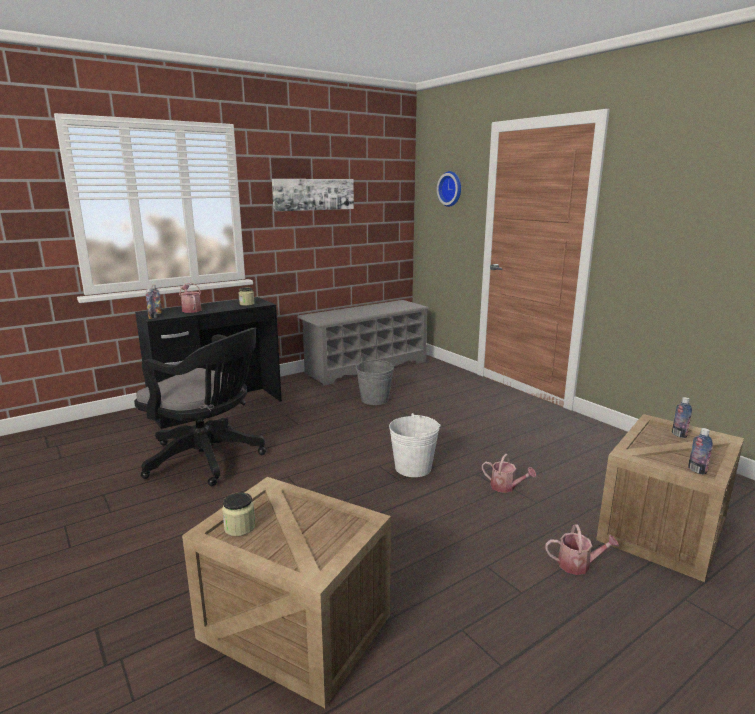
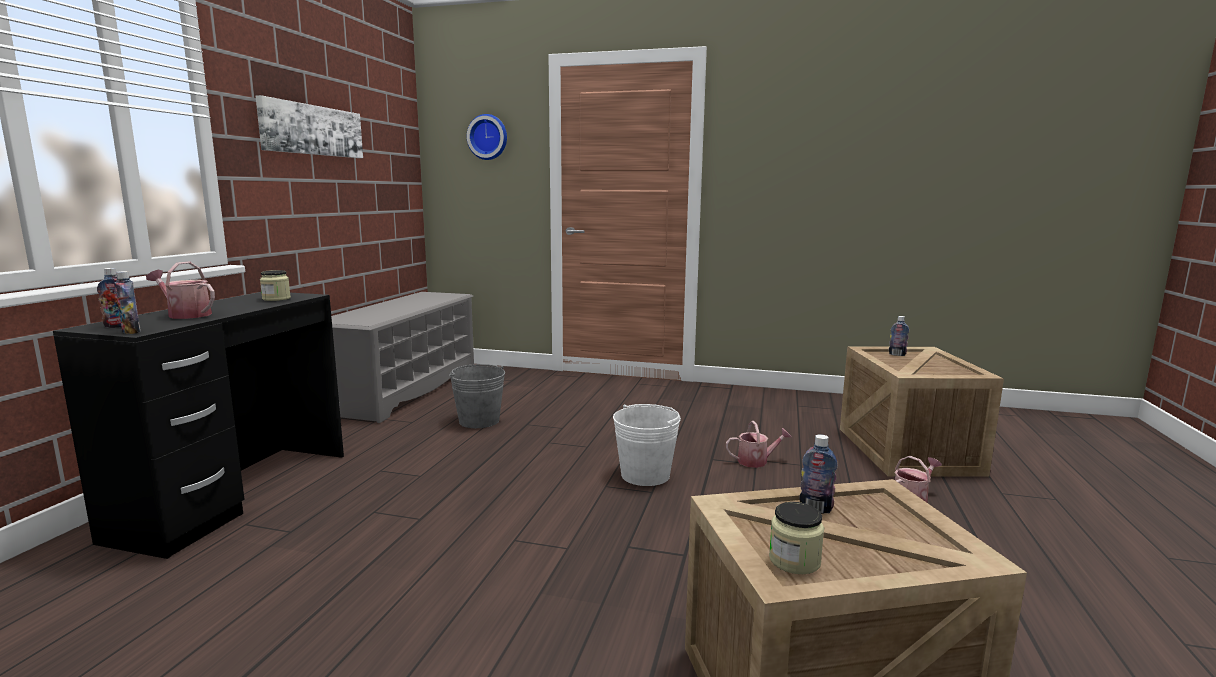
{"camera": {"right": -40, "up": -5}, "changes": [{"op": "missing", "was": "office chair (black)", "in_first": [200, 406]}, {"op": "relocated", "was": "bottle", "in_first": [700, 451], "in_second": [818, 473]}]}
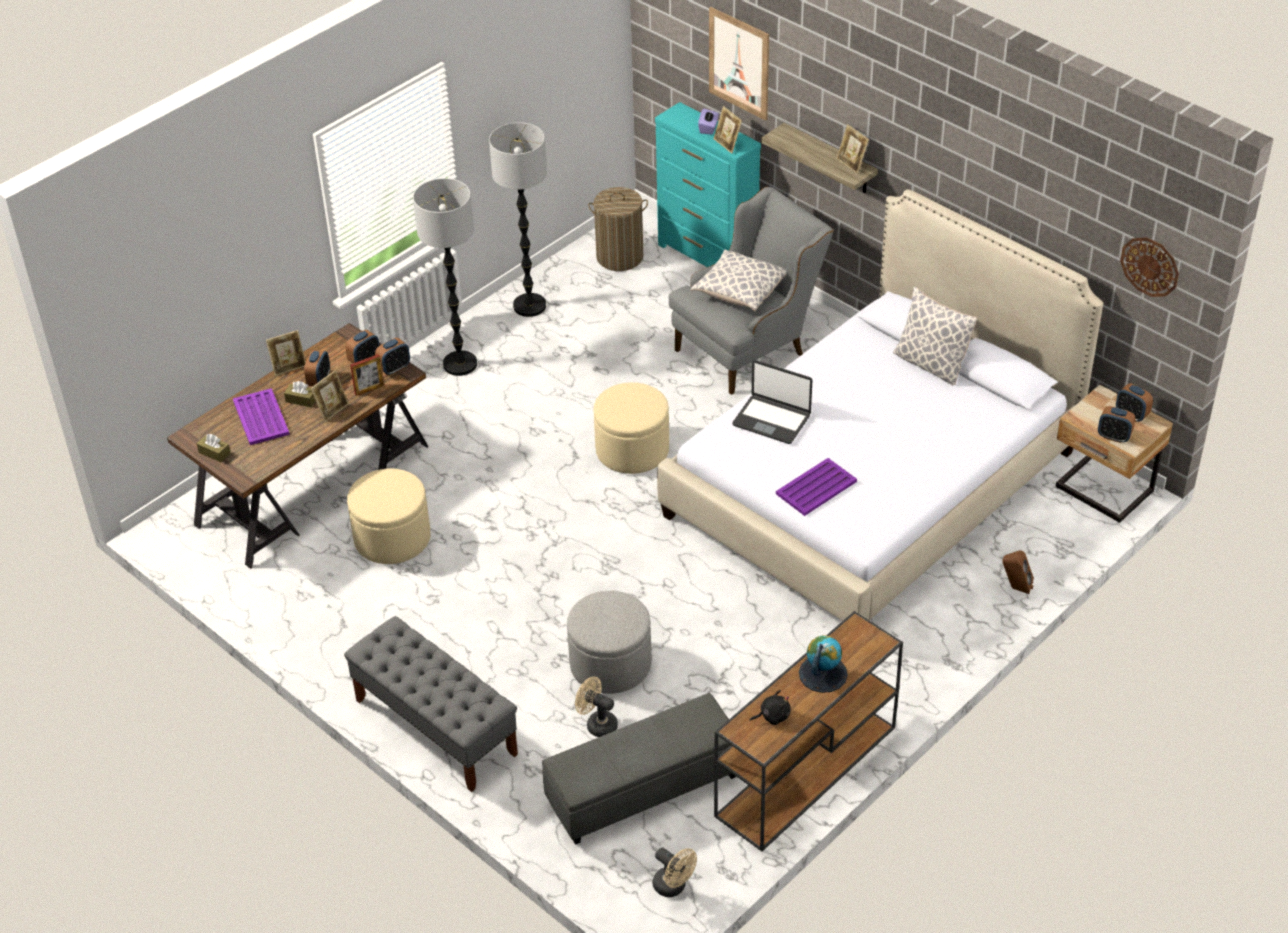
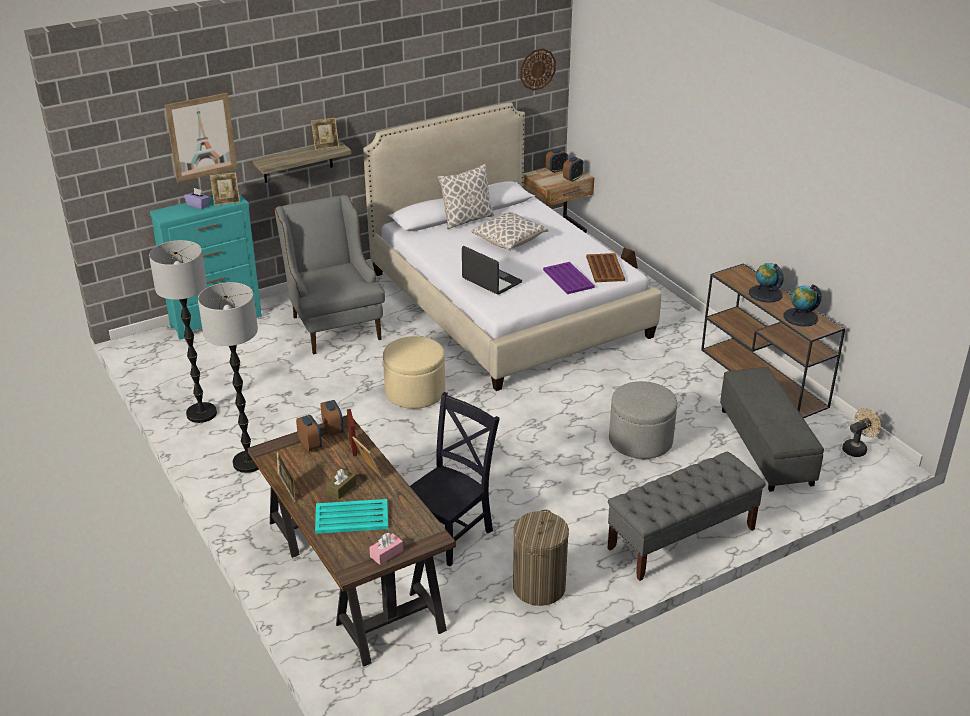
{"camera": {"right": -75, "up": -10}, "changes": [{"op": "missing", "was": "alarm clock", "in_first": [317, 368]}, {"op": "missing", "was": "fan (beige)", "in_first": [596, 706]}, {"op": "appeared", "now": "tray (brown)", "in_second": [605, 267]}, {"op": "relocated", "was": "laundry basket", "in_first": [618, 229], "in_second": [541, 557]}, {"op": "relocated", "was": "pillow", "in_first": [738, 280], "in_second": [509, 231]}, {"op": "exchanged", "was": "ottoman (beige)", "now": "chair (black)", "in_first": [389, 516], "in_second": [455, 479]}, {"op": "exchanged", "was": "plush toy (black)", "now": "globe", "in_first": [770, 707], "in_second": [802, 305]}, {"op": "colour", "was": "tissue box (brown)", "now": "tissue box (pink)", "in_first": [214, 448], "in_second": [386, 549]}, {"op": "colour", "was": "tray (purple)", "now": "tray (turquoise)", "in_first": [261, 416], "in_second": [351, 516]}, {"op": "spun", "was": "laptop", "in_first": [772, 402], "in_second": [492, 270], "clockwise": -90}]}
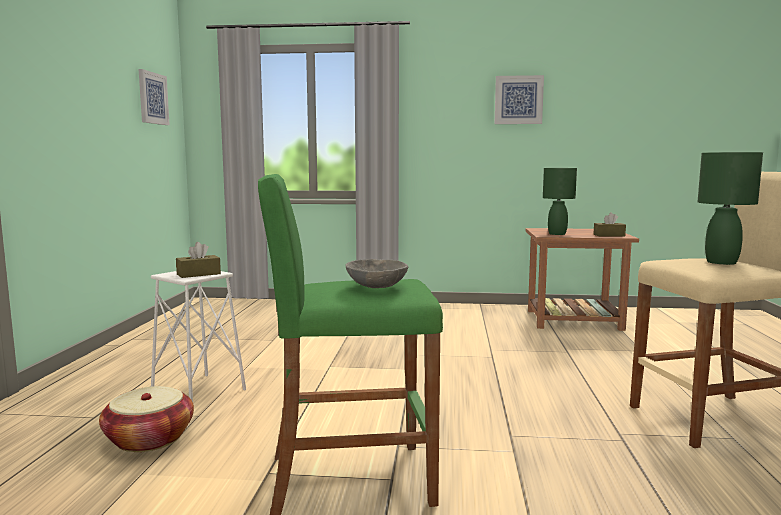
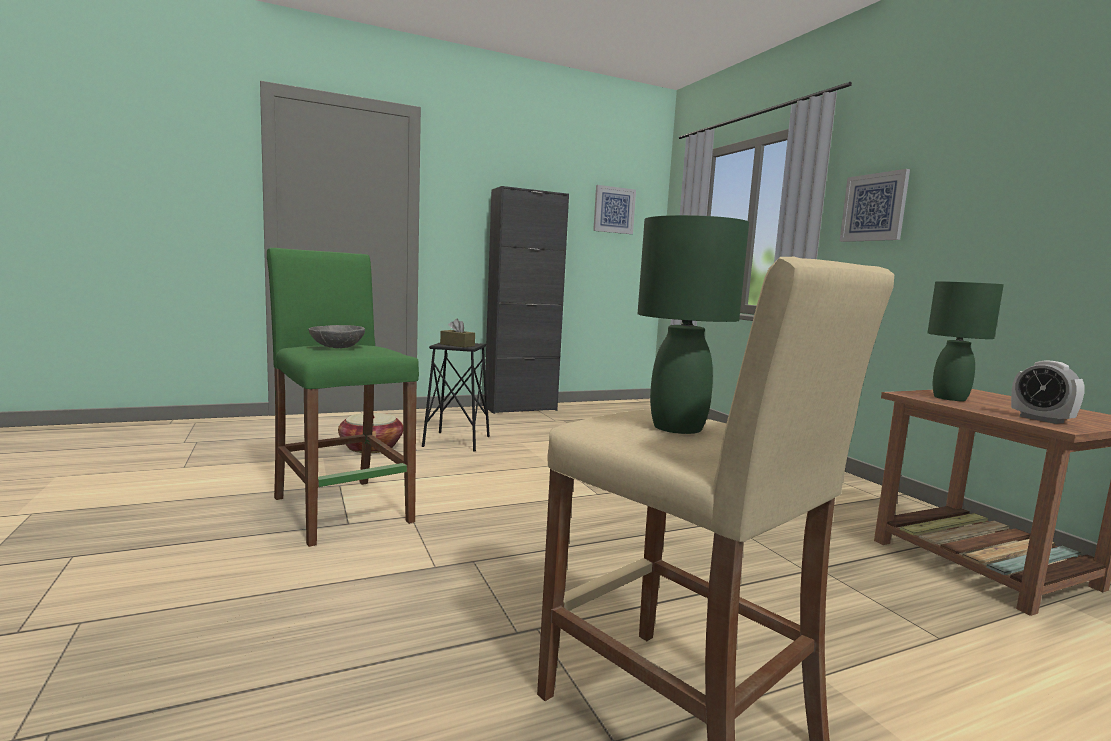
{"camera": {"right": 60, "up": 0}, "changes": [{"op": "appeared", "now": "cabinet (black)", "in_second": [526, 300]}, {"op": "relocated", "was": "picture", "in_first": [519, 99], "in_second": [874, 205]}, {"op": "exchanged", "was": "tissue box (brown)", "now": "alarm clock", "in_first": [610, 224], "in_second": [1048, 392]}, {"op": "colour", "was": "stool (white)", "now": "stool (black)", "in_first": [198, 336], "in_second": [456, 397]}]}
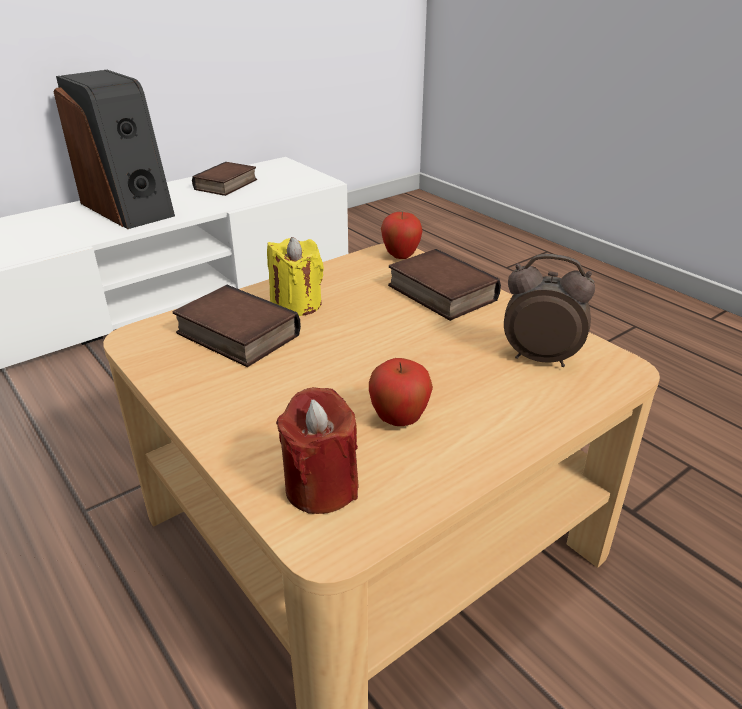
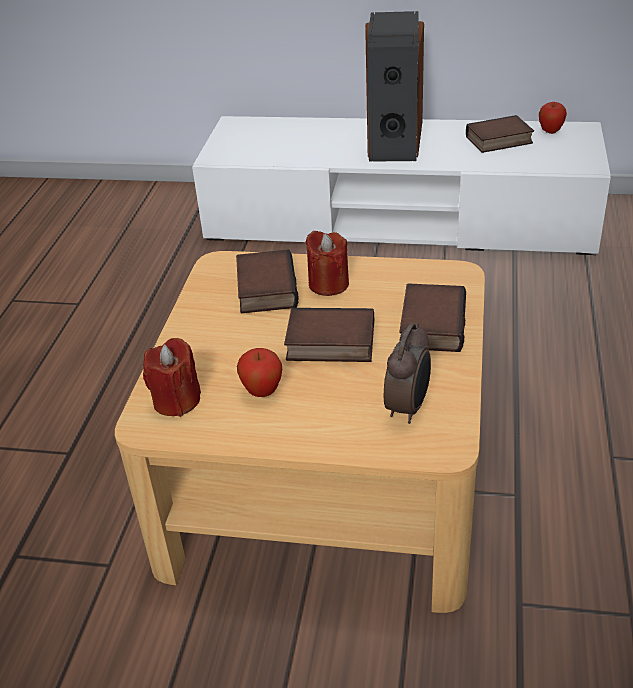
{"camera": {"right": 50, "up": 5}, "changes": [{"op": "appeared", "now": "book", "in_second": [329, 335]}, {"op": "relocated", "was": "apple", "in_first": [402, 235], "in_second": [553, 118]}, {"op": "colour", "was": "candle (yellow)", "now": "candle (red)", "in_first": [295, 276], "in_second": [327, 263]}, {"op": "spun", "was": "alarm clock", "in_first": [549, 310], "in_second": [407, 373], "clockwise": 45}]}
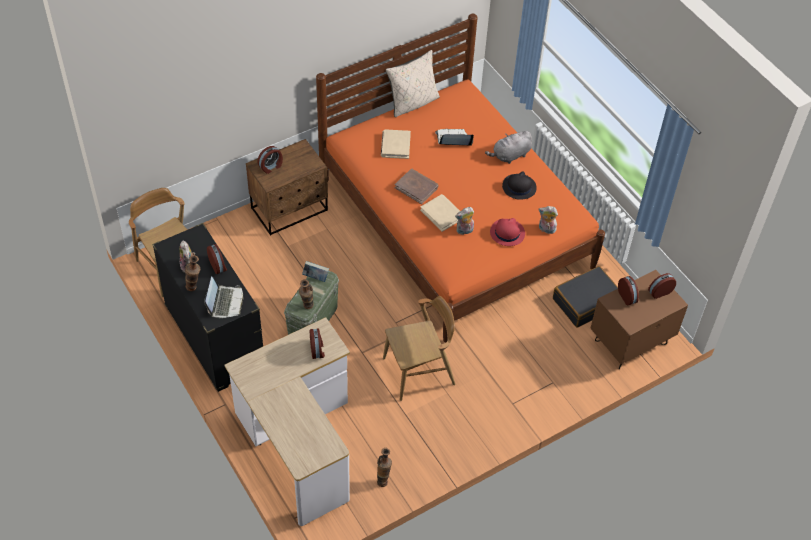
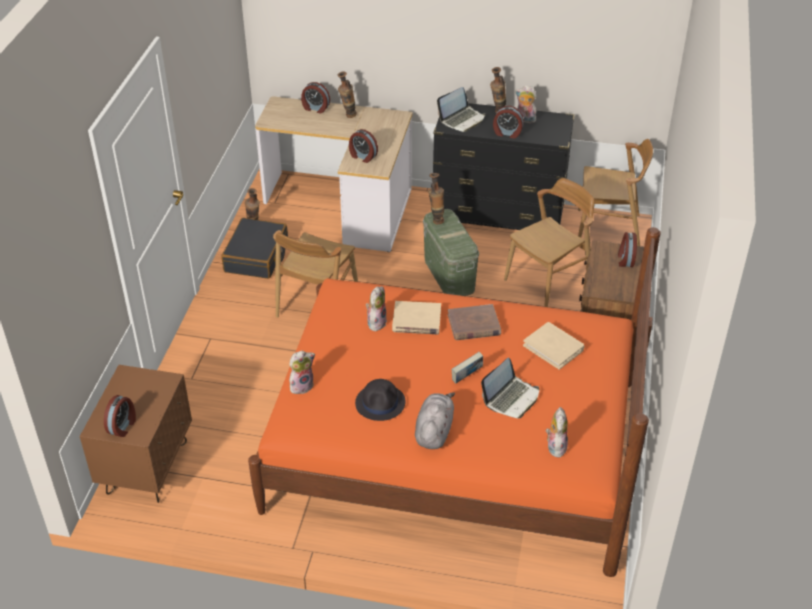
{"camera": {"right": 135, "up": -10}, "changes": [{"op": "missing", "was": "pillow (beige)", "in_first": [413, 83]}, {"op": "missing", "was": "hat (red)", "in_first": [507, 232]}, {"op": "appeared", "now": "vase", "in_second": [347, 94]}, {"op": "appeared", "now": "chair (brown)", "in_second": [549, 242]}, {"op": "appeared", "now": "plush toy", "in_second": [557, 432]}, {"op": "relocated", "was": "book", "in_first": [315, 271], "in_second": [467, 367]}, {"op": "relocated", "was": "suitcase (black)", "in_first": [585, 297], "in_second": [254, 248]}, {"op": "relocated", "was": "alarm clock", "in_first": [628, 290], "in_second": [315, 98]}, {"op": "spun", "was": "laptop", "in_first": [224, 297], "in_second": [461, 109], "clockwise": -90}]}
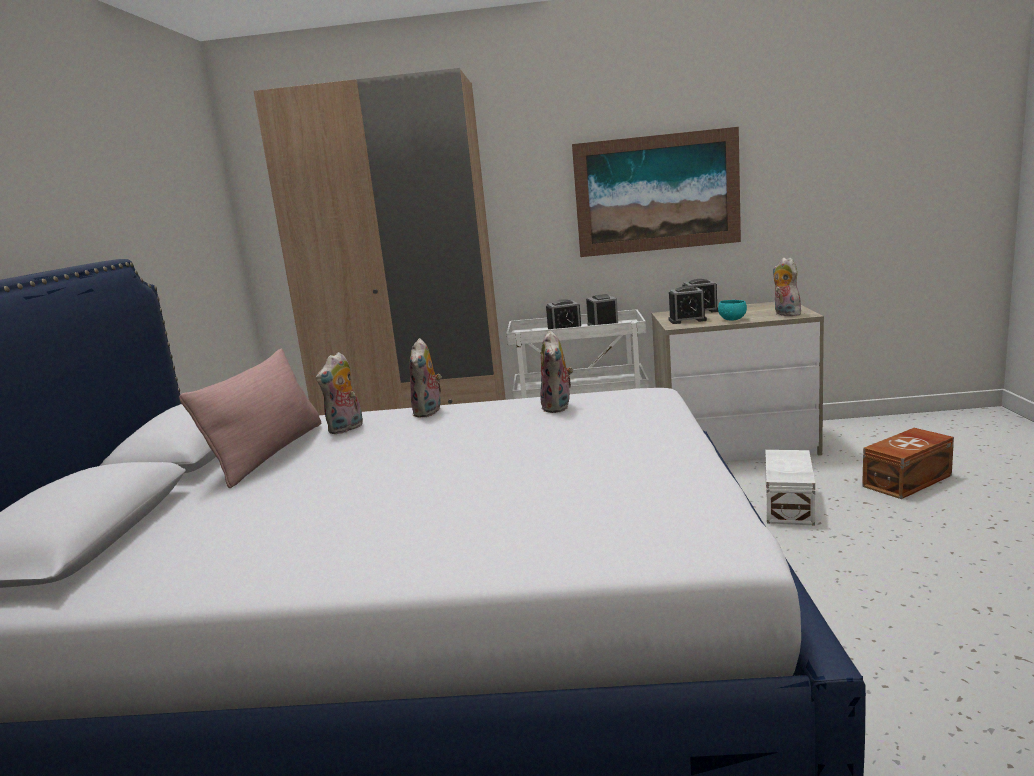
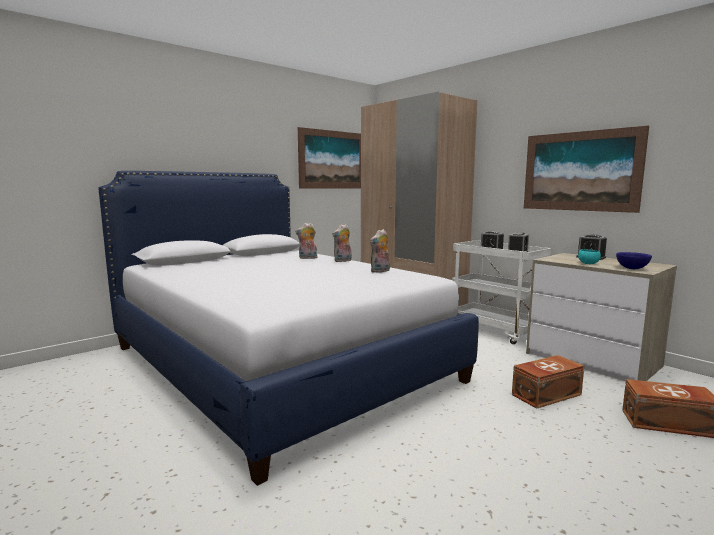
{"camera": {"right": 45, "up": -5}, "changes": [{"op": "missing", "was": "pillow (pink)", "in_first": [250, 418]}, {"op": "missing", "was": "alarm clock", "in_first": [687, 305]}, {"op": "appeared", "now": "picture", "in_second": [329, 158]}, {"op": "exchanged", "was": "plush toy", "now": "bowl (blue)", "in_first": [787, 287], "in_second": [634, 260]}, {"op": "colour", "was": "storage box (white)", "now": "storage box (brown)", "in_first": [790, 487], "in_second": [548, 382]}]}
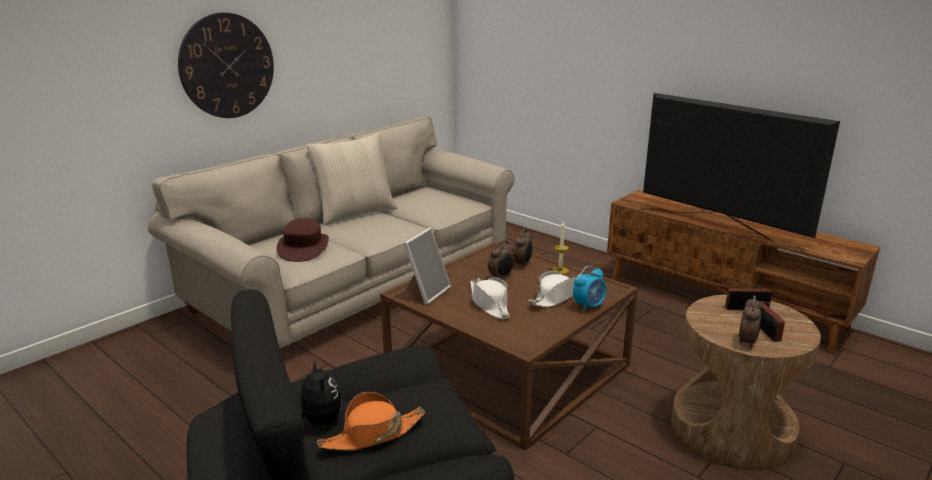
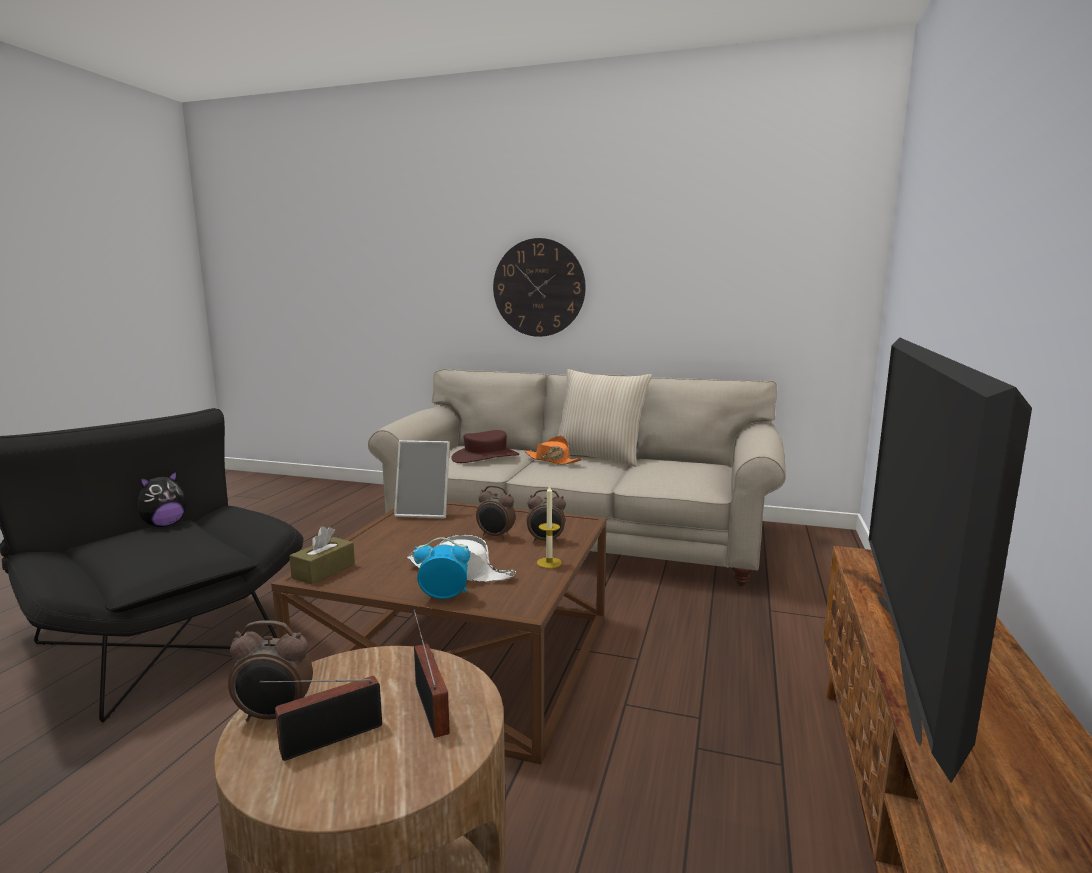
{"camera": {"right": 65, "up": -10}, "changes": [{"op": "missing", "was": "hat (white)", "in_first": [490, 298]}, {"op": "appeared", "now": "tissue box (brown)", "in_second": [322, 555]}, {"op": "relocated", "was": "hat (orange)", "in_first": [371, 421], "in_second": [554, 450]}, {"op": "spun", "was": "alarm clock", "in_first": [589, 289], "in_second": [442, 568], "clockwise": 150}]}
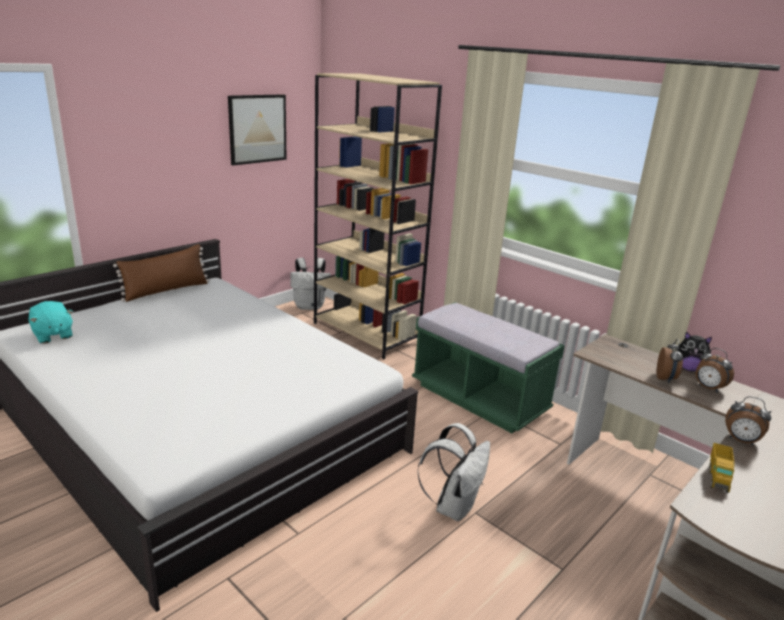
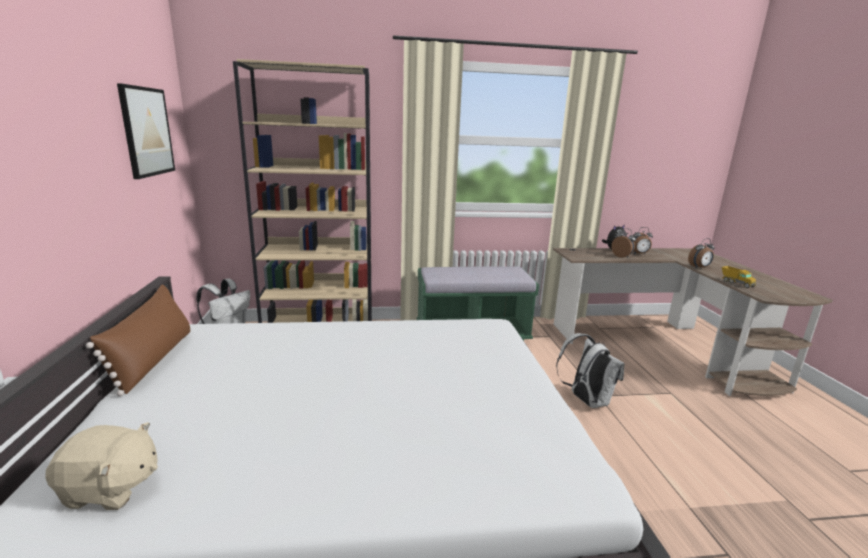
{"camera": {"right": -50, "up": -5}, "changes": [{"op": "colour", "was": "plush toy (turquoise)", "now": "plush toy (beige)", "in_first": [51, 322], "in_second": [101, 466]}]}
